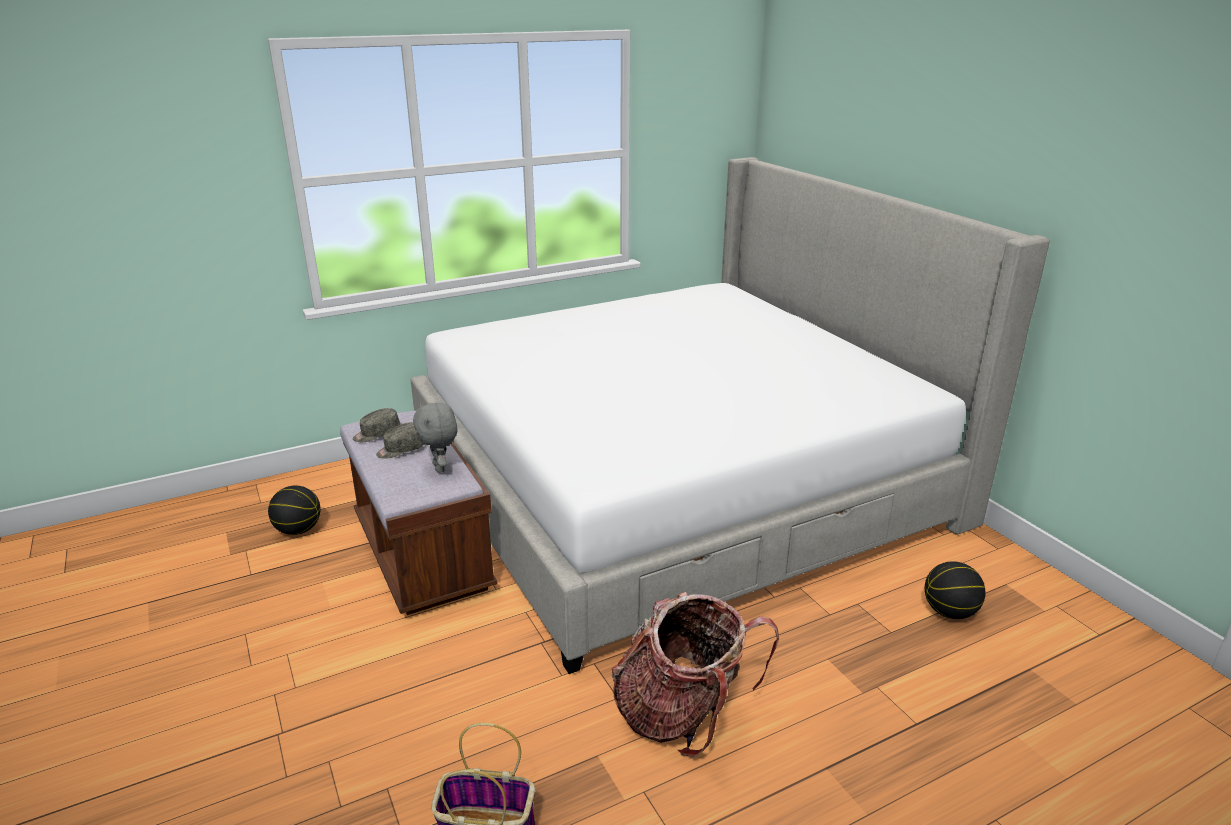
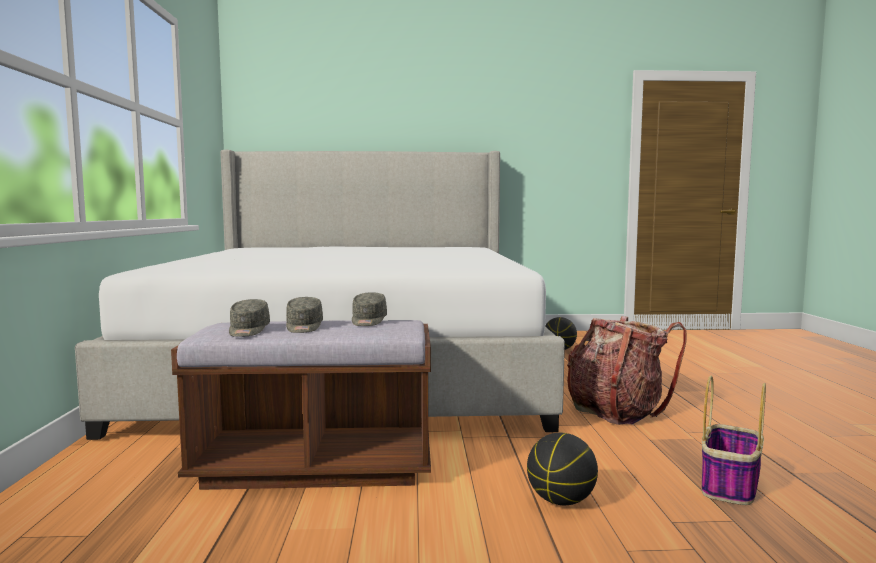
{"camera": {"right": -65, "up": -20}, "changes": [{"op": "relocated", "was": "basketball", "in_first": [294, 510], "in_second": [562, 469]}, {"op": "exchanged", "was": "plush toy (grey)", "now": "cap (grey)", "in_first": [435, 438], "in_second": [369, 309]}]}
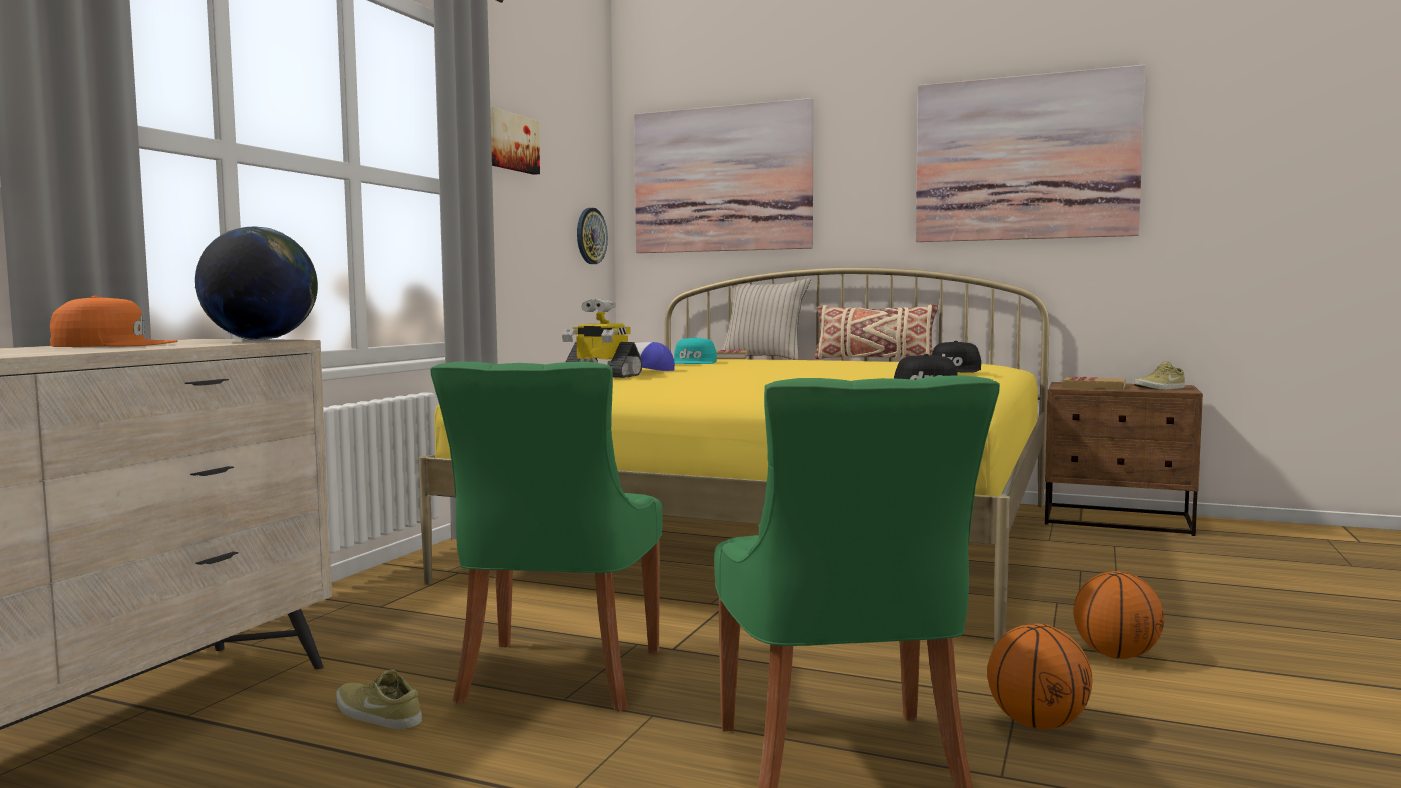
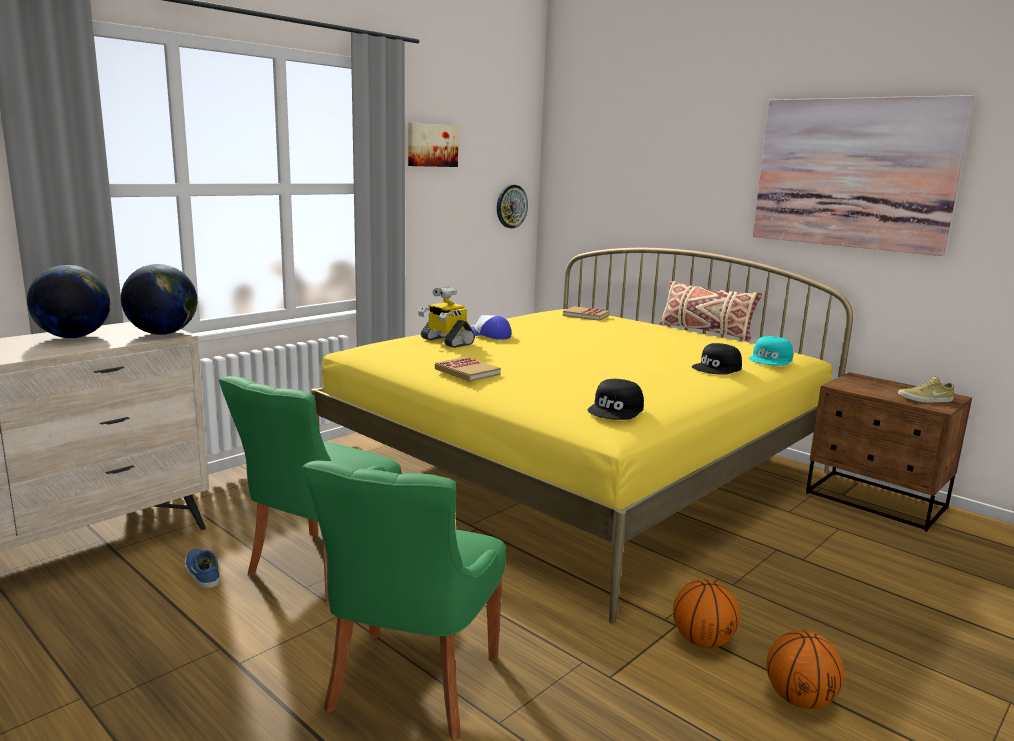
{"camera": {"right": 20, "up": 10}, "changes": [{"op": "missing", "was": "picture", "in_first": [724, 175]}, {"op": "missing", "was": "pillow (beige)", "in_first": [766, 319]}, {"op": "relocated", "was": "cap (turquoise)", "in_first": [695, 350], "in_second": [771, 351]}, {"op": "relocated", "was": "basketball", "in_first": [1039, 677], "in_second": [805, 669]}, {"op": "relocated", "was": "book", "in_first": [1094, 383], "in_second": [468, 369]}, {"op": "exchanged", "was": "cap (orange)", "now": "globe", "in_first": [114, 321], "in_second": [68, 301]}, {"op": "colour", "was": "shoe (beige)", "now": "shoe (blue)", "in_first": [379, 699], "in_second": [202, 568]}]}
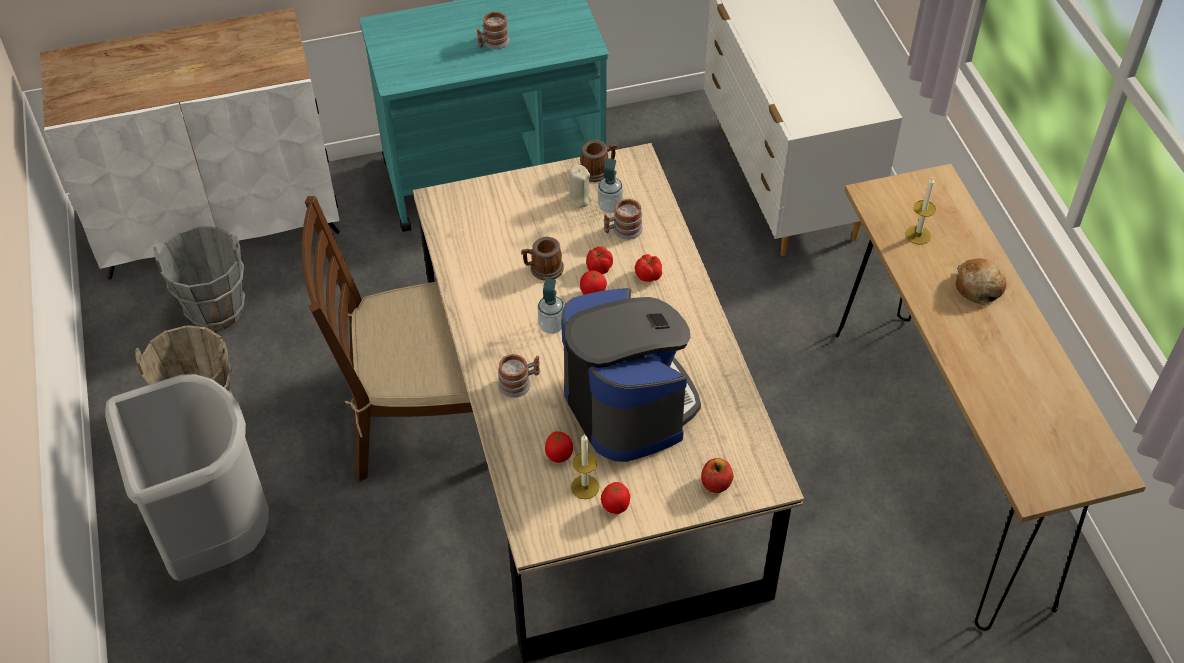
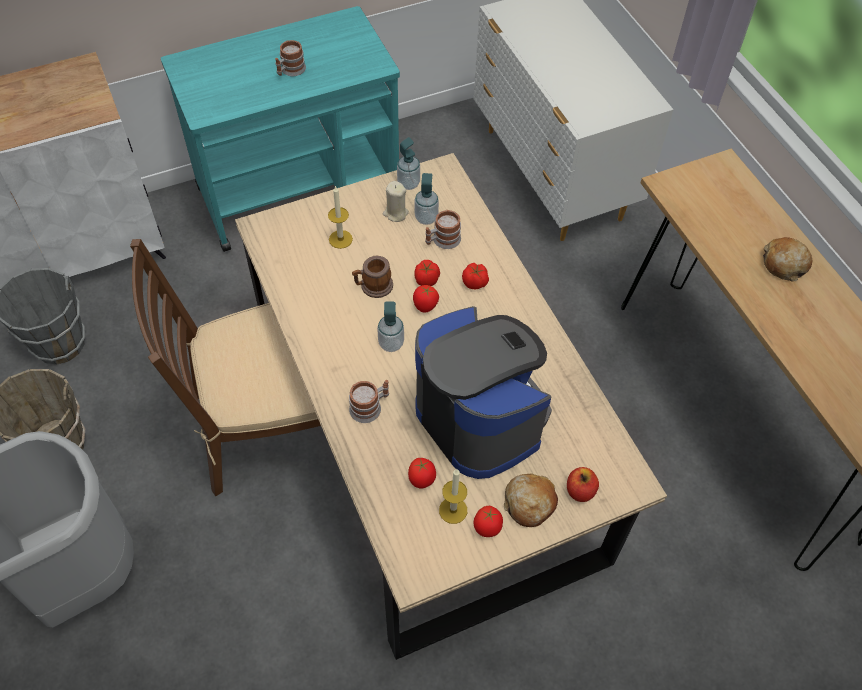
{"camera": {"right": -10, "up": 5}, "changes": [{"op": "appeared", "now": "bread", "in_second": [531, 500]}, {"op": "relocated", "was": "candle", "in_first": [920, 210], "in_second": [340, 217]}, {"op": "exchanged", "was": "mug", "now": "soap dispenser", "in_first": [598, 161], "in_second": [408, 163]}]}
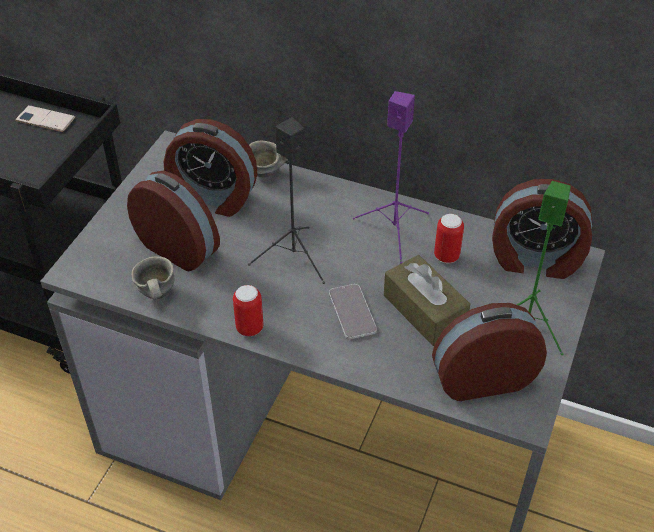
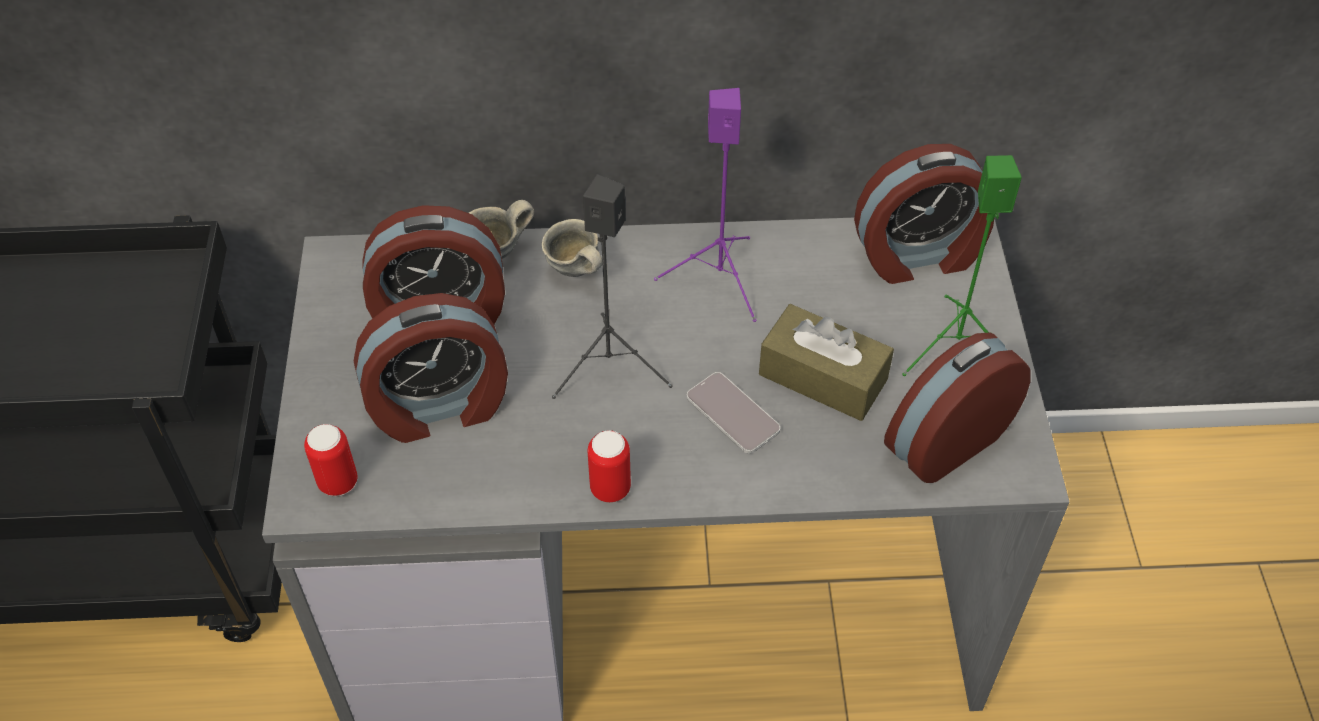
{"camera": {"right": -25, "up": 5}, "changes": [{"op": "missing", "was": "phone", "in_first": [45, 118]}, {"op": "relocated", "was": "mug (grey)", "in_first": [153, 277], "in_second": [571, 248]}, {"op": "relocated", "was": "can", "in_first": [449, 239], "in_second": [331, 460]}, {"op": "spun", "was": "alarm clock", "in_first": [173, 220], "in_second": [431, 368], "clockwise": 150}]}
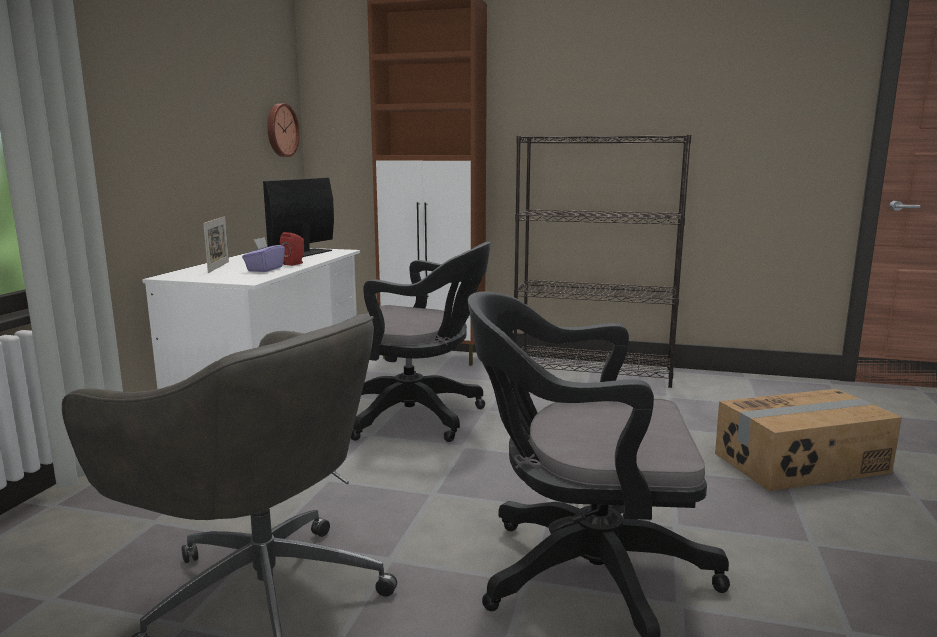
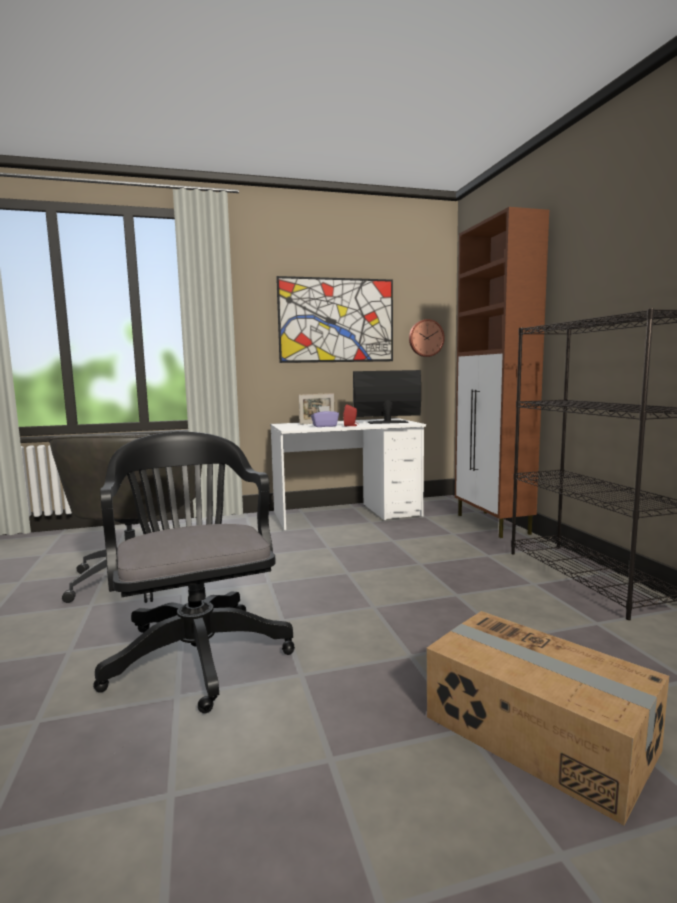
{"camera": {"right": 60, "up": -5}, "changes": [{"op": "missing", "was": "office chair (black)", "in_first": [421, 342]}, {"op": "appeared", "now": "picture", "in_second": [334, 319]}]}
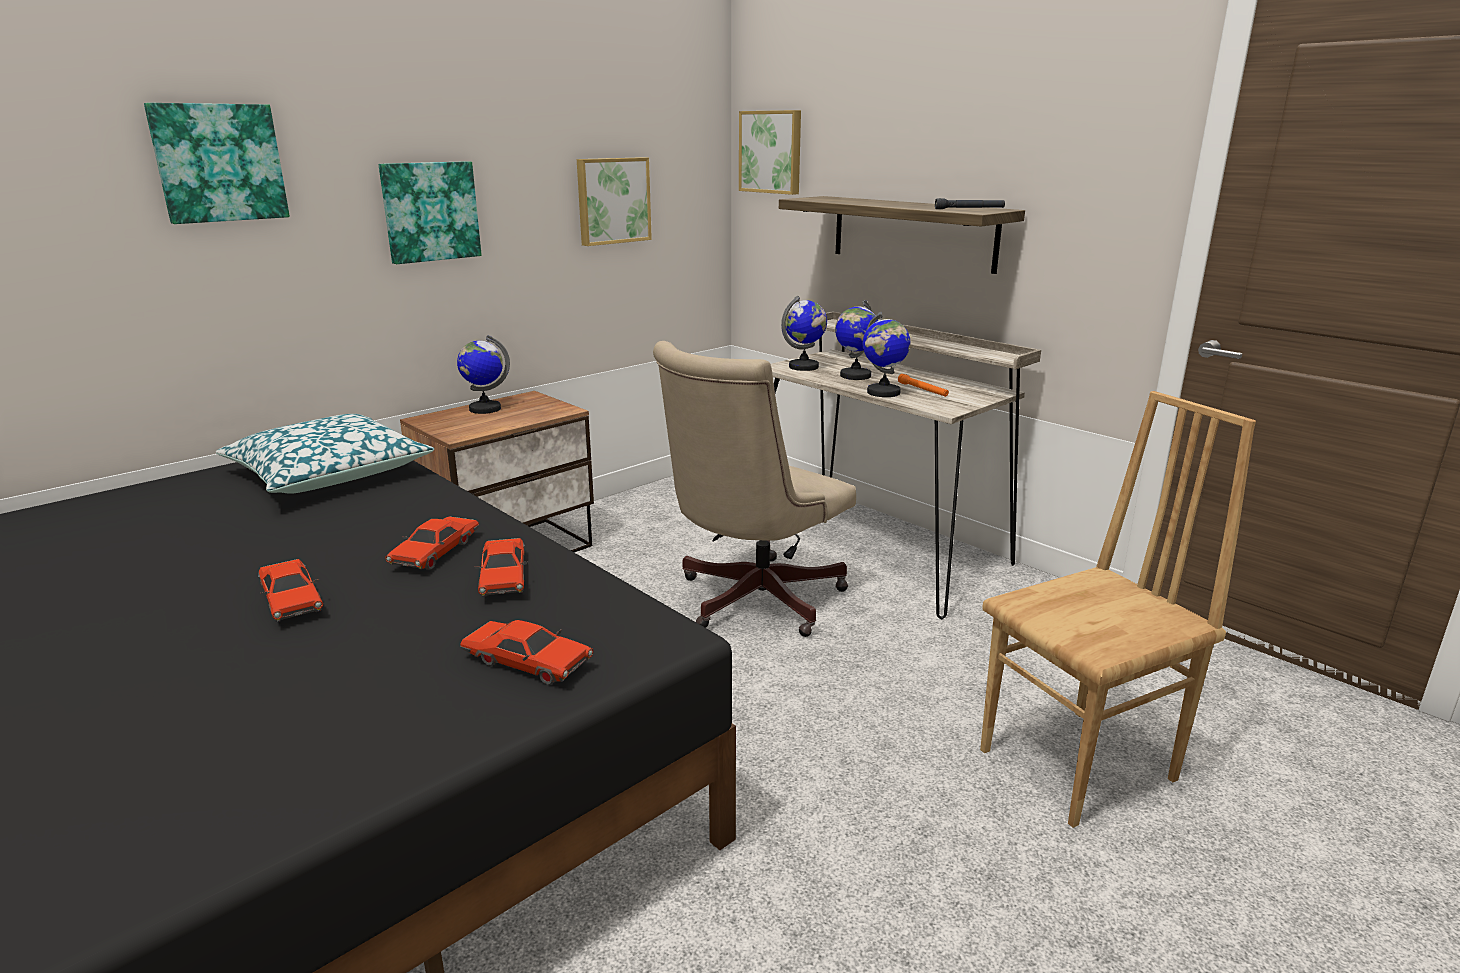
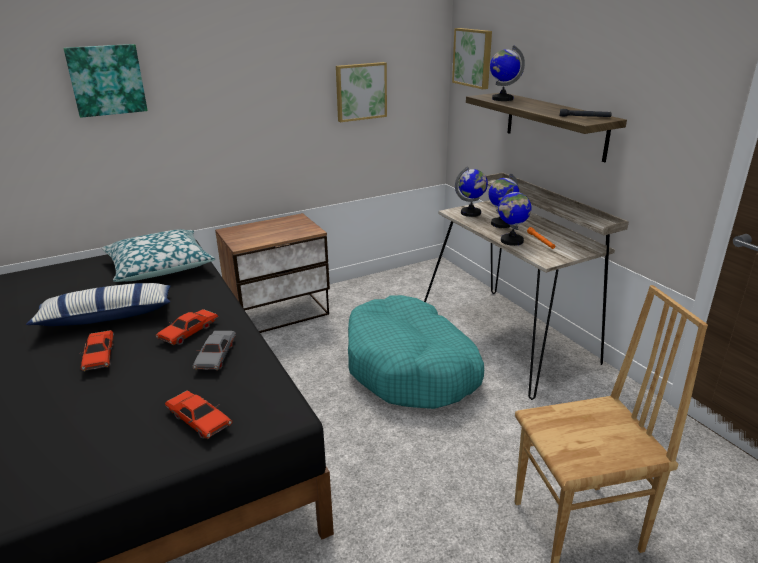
{"camera": {"right": 15, "up": 5}, "changes": [{"op": "missing", "was": "picture", "in_first": [430, 212]}, {"op": "appeared", "now": "pillow", "in_second": [98, 304]}, {"op": "relocated", "was": "globe", "in_first": [483, 374], "in_second": [507, 73]}, {"op": "exchanged", "was": "office chair (beige)", "now": "dog bed (turquoise)", "in_first": [754, 489], "in_second": [416, 352]}, {"op": "colour", "was": "toy car (red)", "now": "toy car (grey)", "in_first": [501, 567], "in_second": [214, 350]}]}
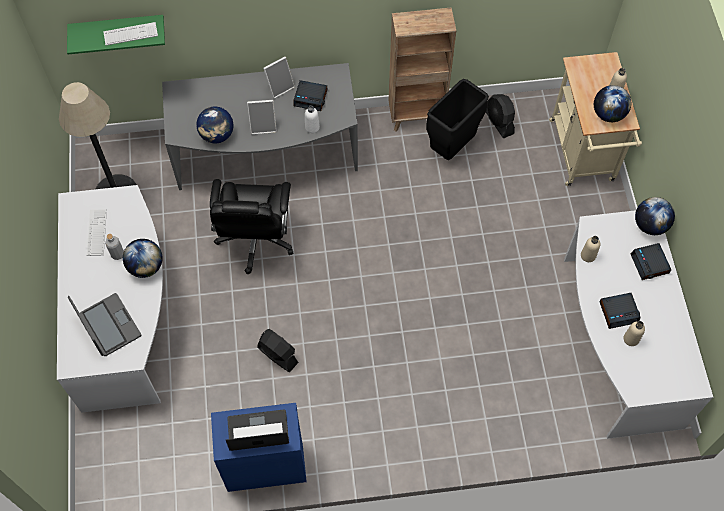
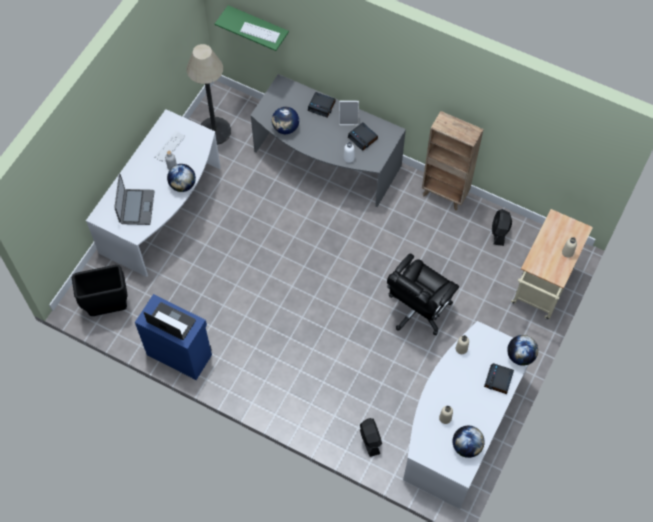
{"camera": {"right": 35, "up": 0}, "changes": [{"op": "missing", "was": "picture frame", "in_first": [262, 117]}, {"op": "relocated", "was": "office chair (black)", "in_first": [251, 226], "in_second": [423, 294]}, {"op": "relocated", "was": "fan (black)", "in_first": [278, 350], "in_second": [371, 437]}, {"op": "relocated", "was": "trash can (black)", "in_first": [457, 119], "in_second": [100, 290]}, {"op": "relocated", "was": "globe", "in_first": [612, 103], "in_second": [469, 442]}, {"op": "relocated", "was": "alarm clock", "in_first": [620, 311], "in_second": [321, 105]}]}
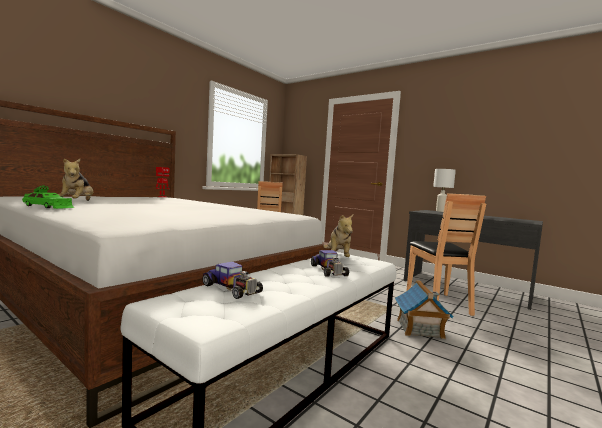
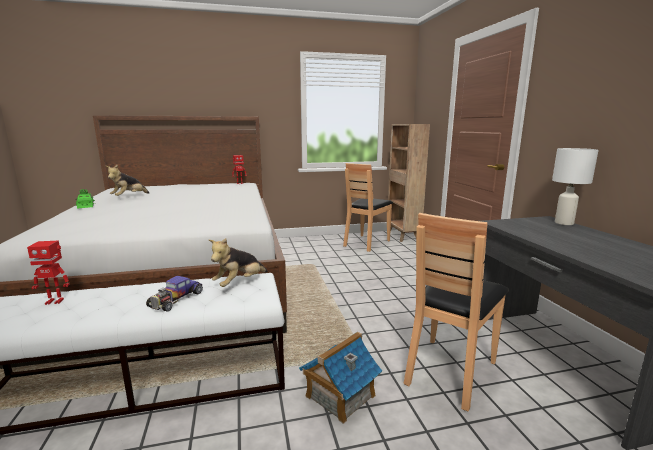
{"camera": {"right": 40, "up": 10}, "changes": [{"op": "exchanged", "was": "toy car", "now": "toy robot", "in_first": [232, 280], "in_second": [48, 272]}]}
